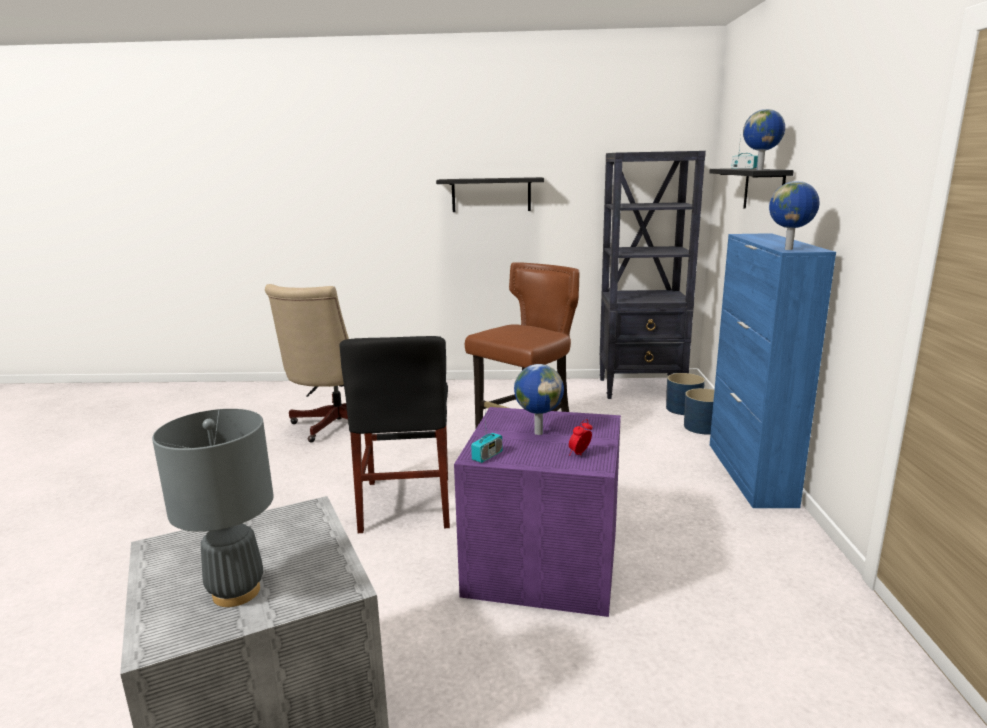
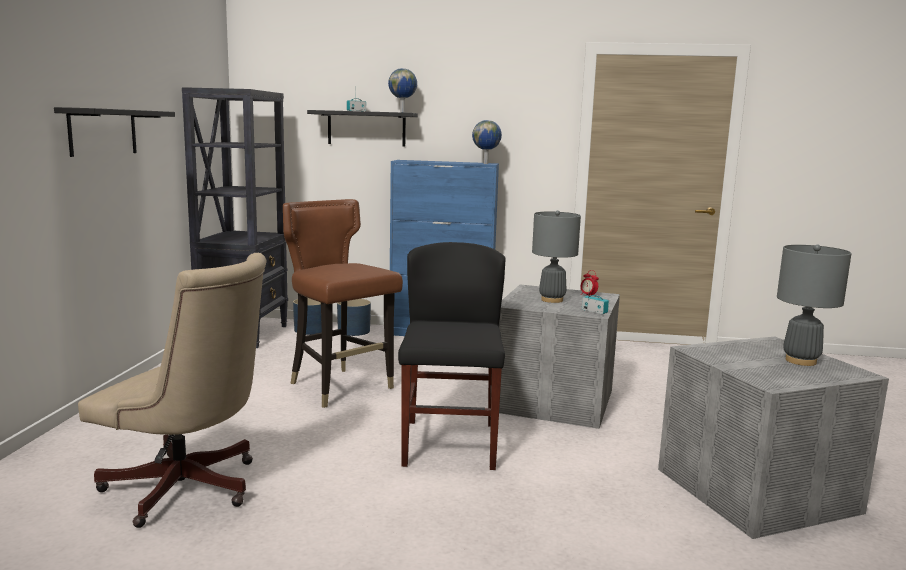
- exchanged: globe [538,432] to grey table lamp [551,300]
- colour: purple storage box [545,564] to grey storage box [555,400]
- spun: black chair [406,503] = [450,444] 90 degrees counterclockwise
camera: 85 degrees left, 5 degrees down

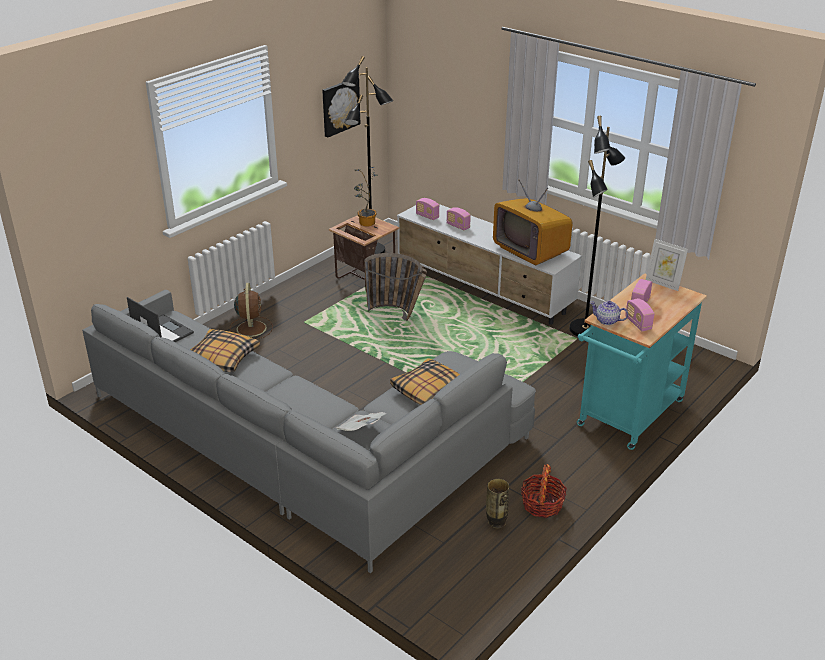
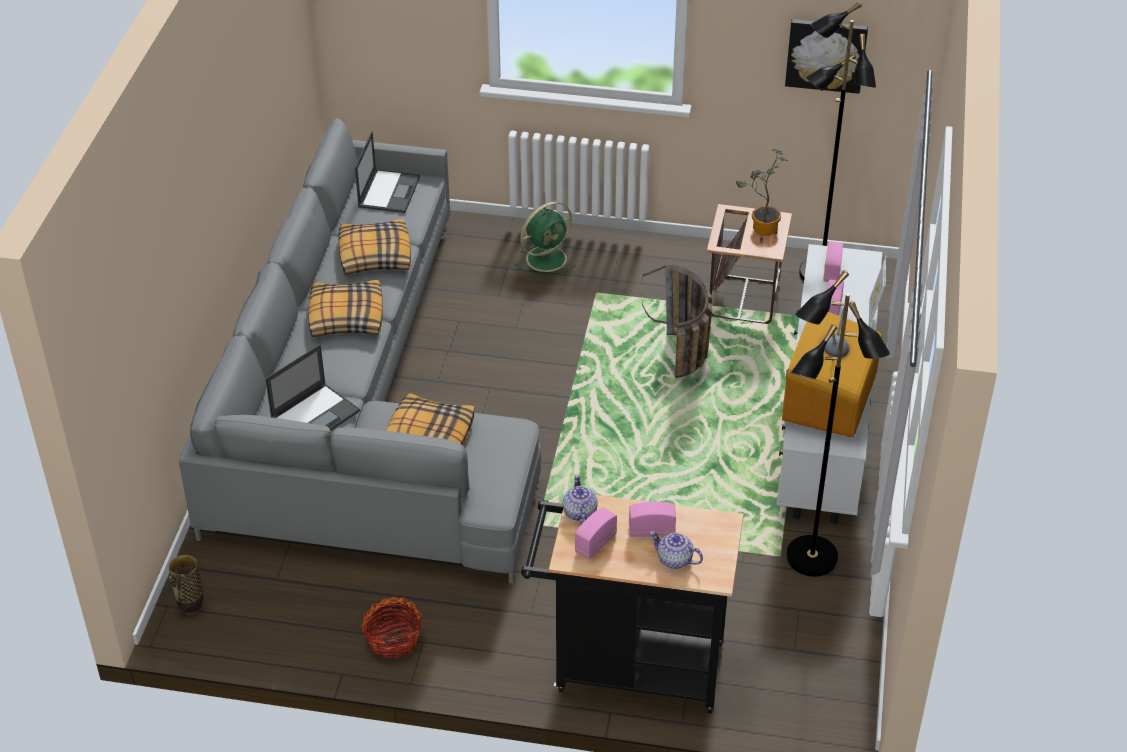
- appeared: pillow [345,317]
- appeared: teapot [675,560]
- relocated: vase [496,522] to [191,606]
- relocated: picture frame [663,284] to [874,314]
- exchanged: newspaper [361,431] to laptop [316,414]
- colour: brown fan [251,328] to green fan [548,258]
- colour: turquoise cart [627,417] to black cart [628,666]
camera: 60 degrees right, 10 degrees up

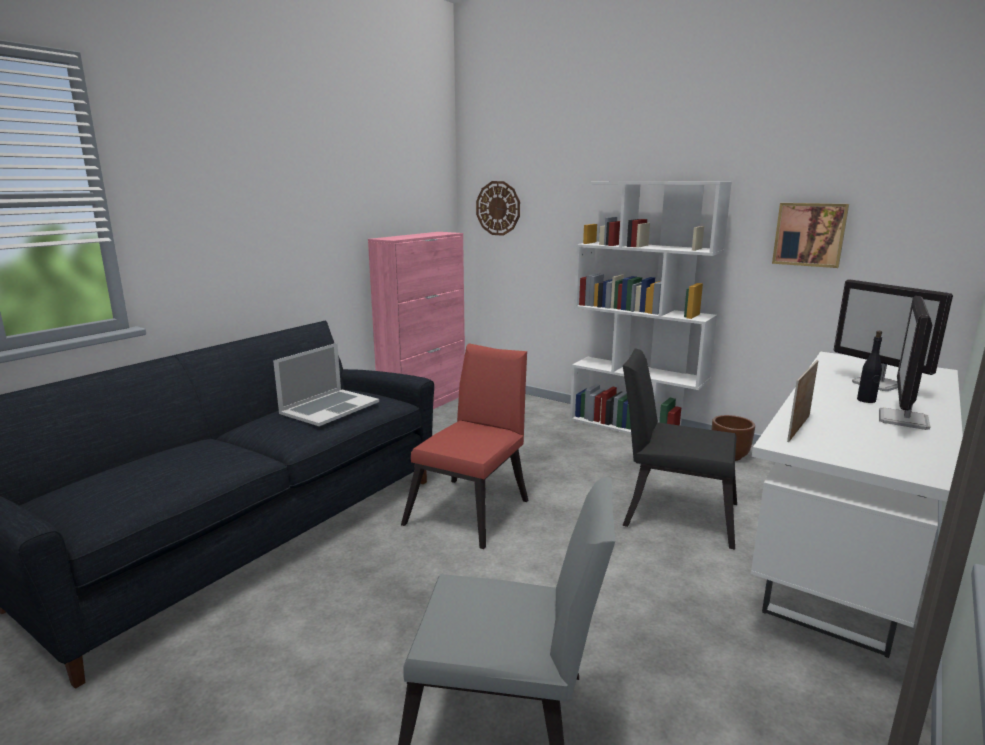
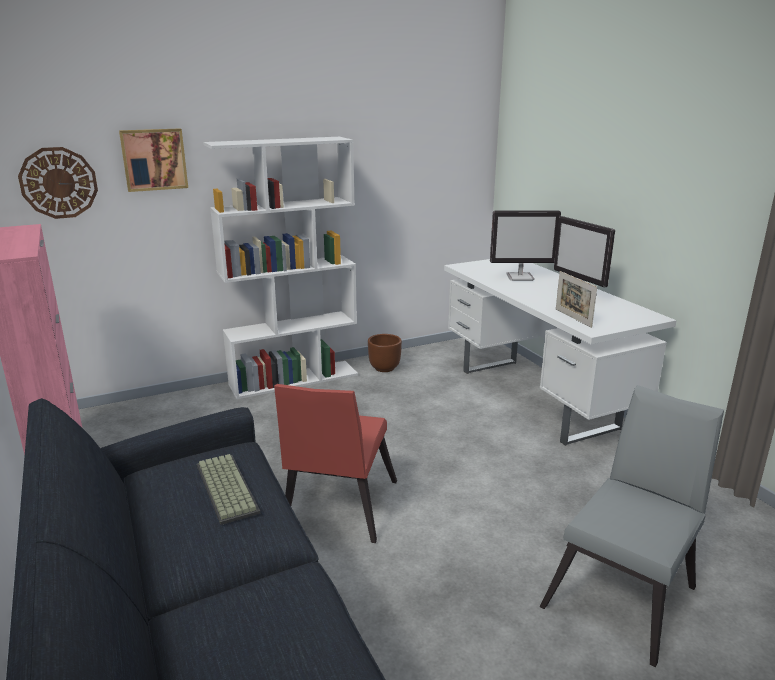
- missing: black chair [672,512]
- missing: black bottle [866,400]
- relocated: picture [809,234] to [154,159]
- exchanged: laptop [329,407] to keyboard [224,488]
- spun: red chair [473,508] = [337,510] 135 degrees counterclockwise
camera: 60 degrees left, 5 degrees up

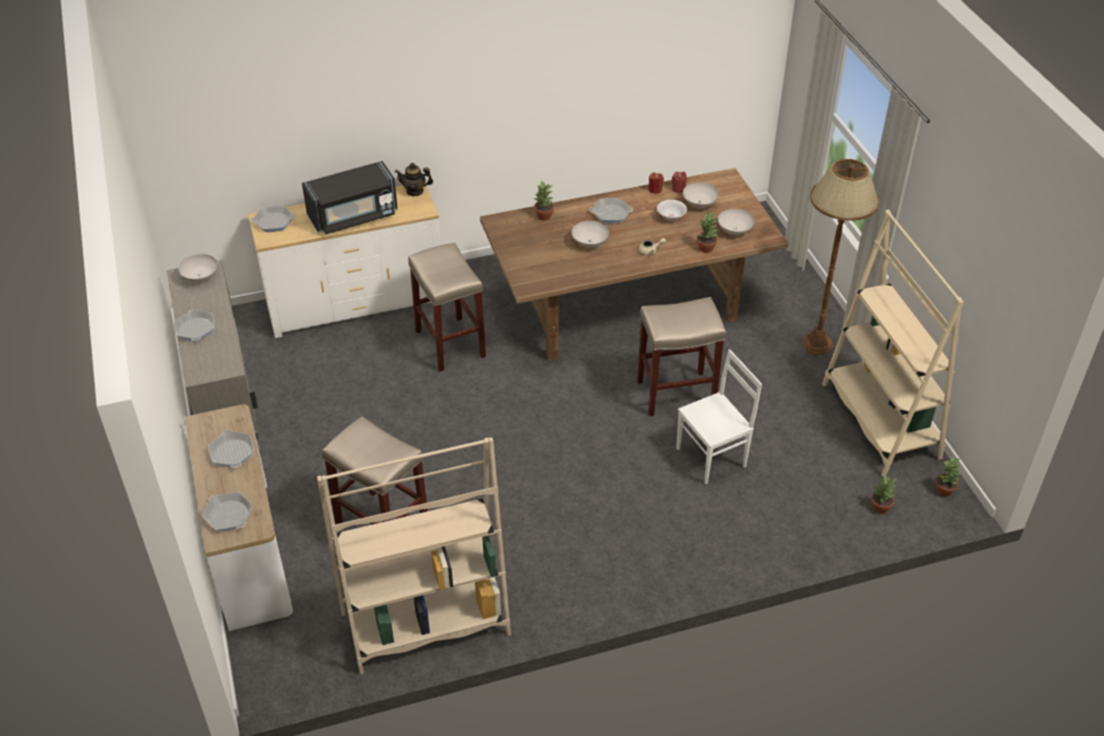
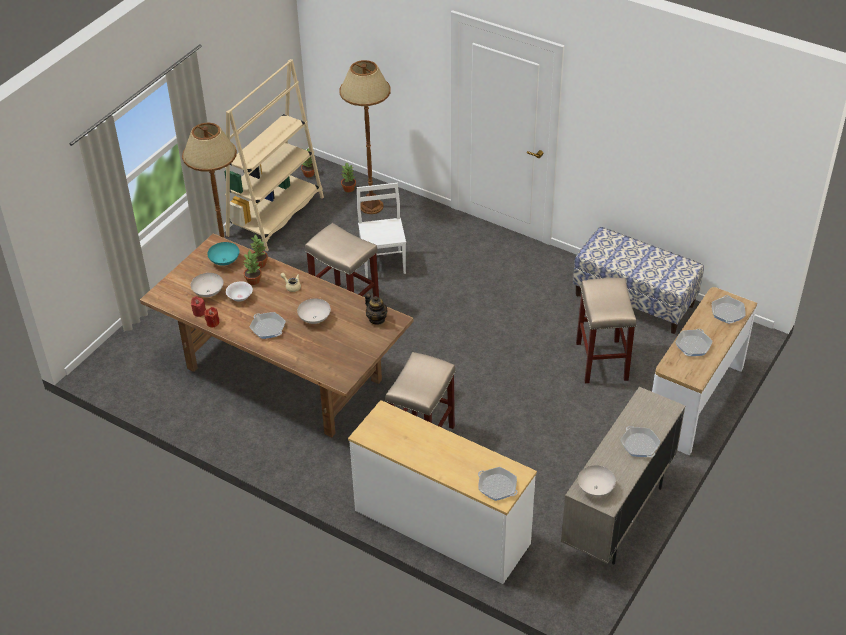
- missing: black microwave [353,216]
- appeared: brown floor lamp [371,206]
- relocated: teapot [415,191] to [377,319]
- relocated: potted plant [544,216] to [253,280]
- exchanged: beige bookcase [425,623] to bench [634,300]
- colour: white bowl [734,230] to turquoise bowl [224,261]
- spun: frying pan [195,329] = [639,445] 120 degrees clockwise
- spun: white chair [712,458] = [384,263] 60 degrees clockwise
camera: 130 degrees left, 0 degrees up

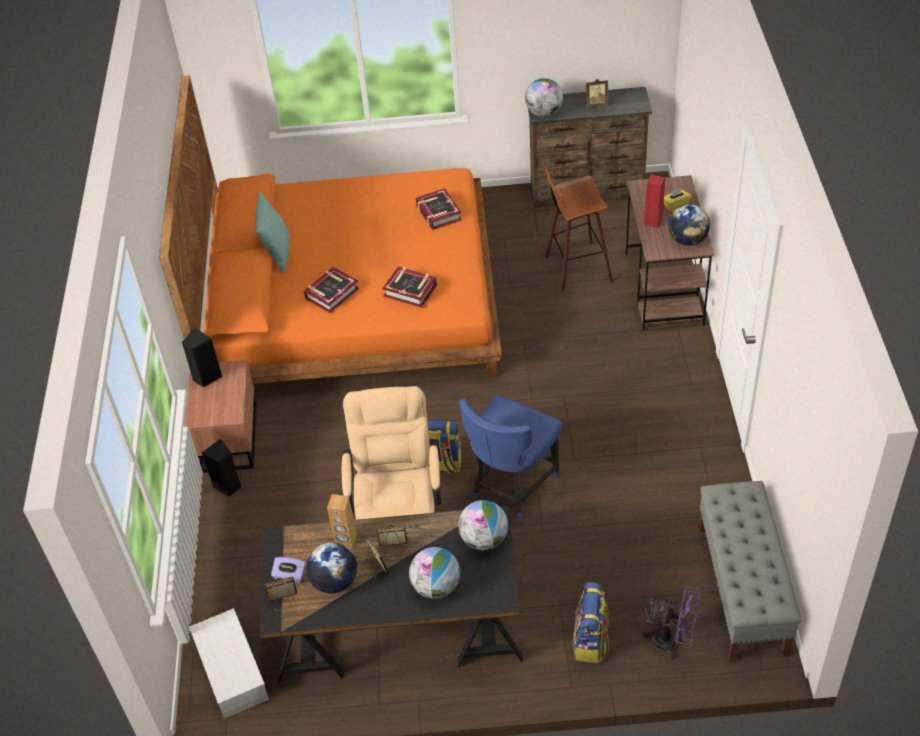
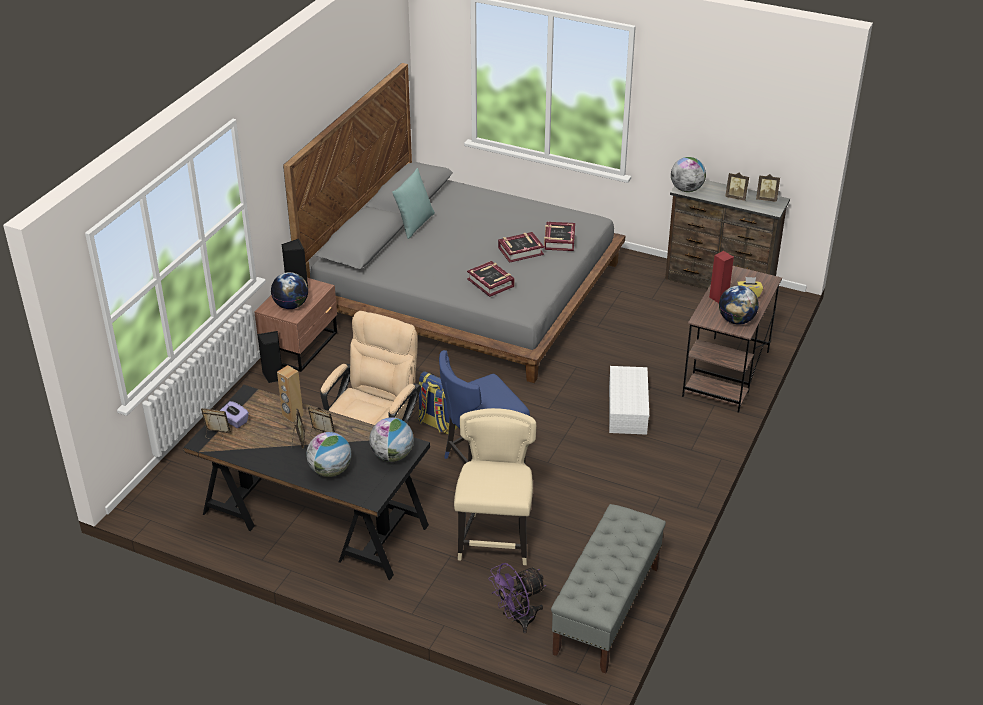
- missing: stool [575,268]
- missing: backpack [591,642]
- appeared: beige chair [495,538]
- appeared: picture frame [766,199]
- relocated: white storage box [230,670] to [626,408]
- relocated: book [331,293] to [520,251]
- relocated: globe [335,581] to [291,305]
- colour: orange bed [351,299] to grey bed [466,289]
- spun: purple fan [671,641] = [518,619] 105 degrees clockwise
camera: 25 degrees right, 10 degrees down

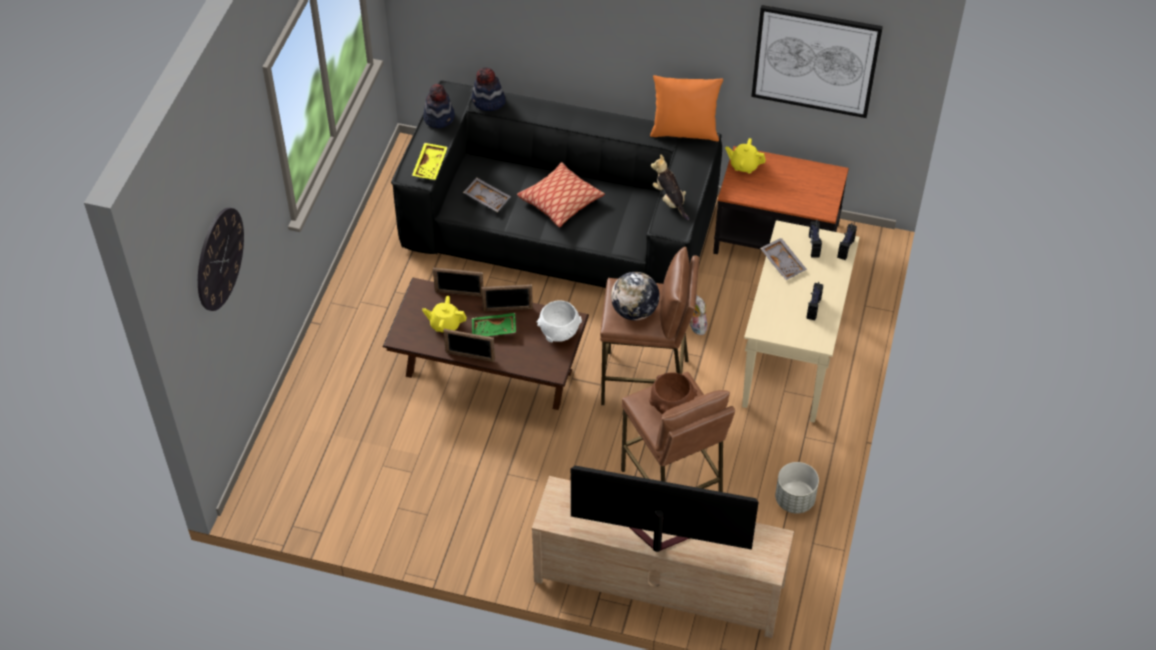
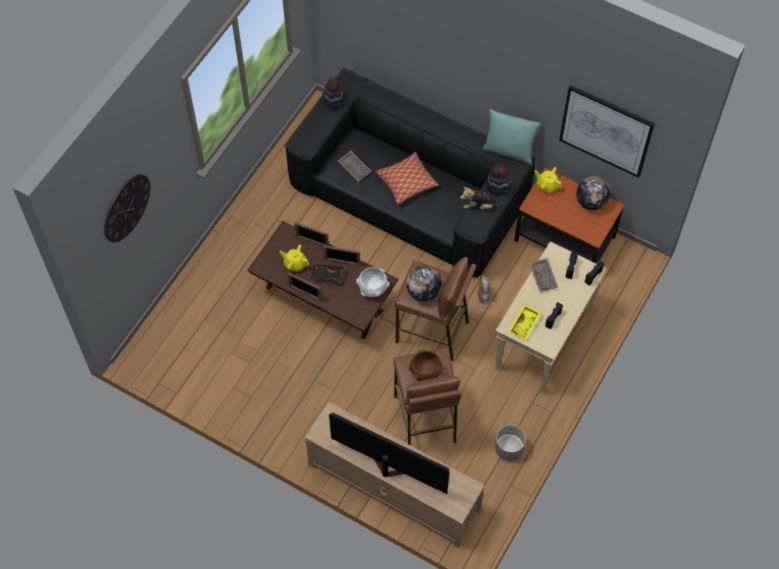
- appeared: globe [591,202]
- relocated: yellow tray [431,165] to [525,324]
- relocated: hat [488,101] to [498,186]
- colour: green tray [494,330] to black tray [327,276]
- colour: orange pillow [684,132] to turquoise pillow [509,150]
- spun: plush toy [670,200] = [479,206] 75 degrees counterclockwise
camera: 15 degrees right, 10 degrees up

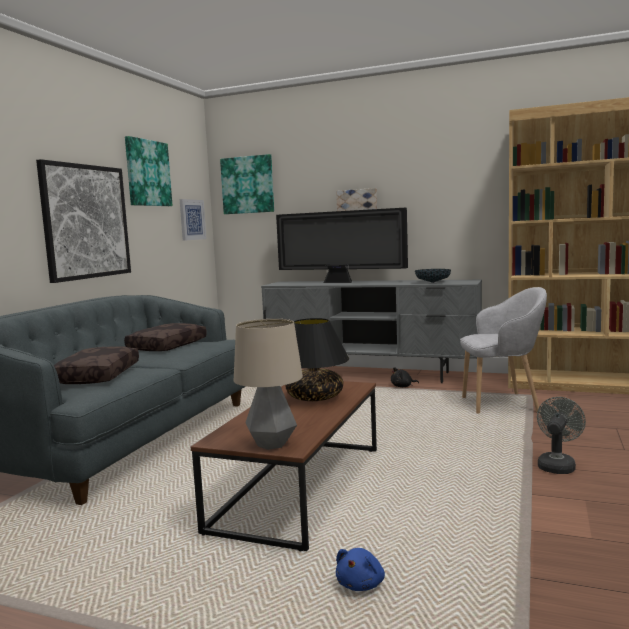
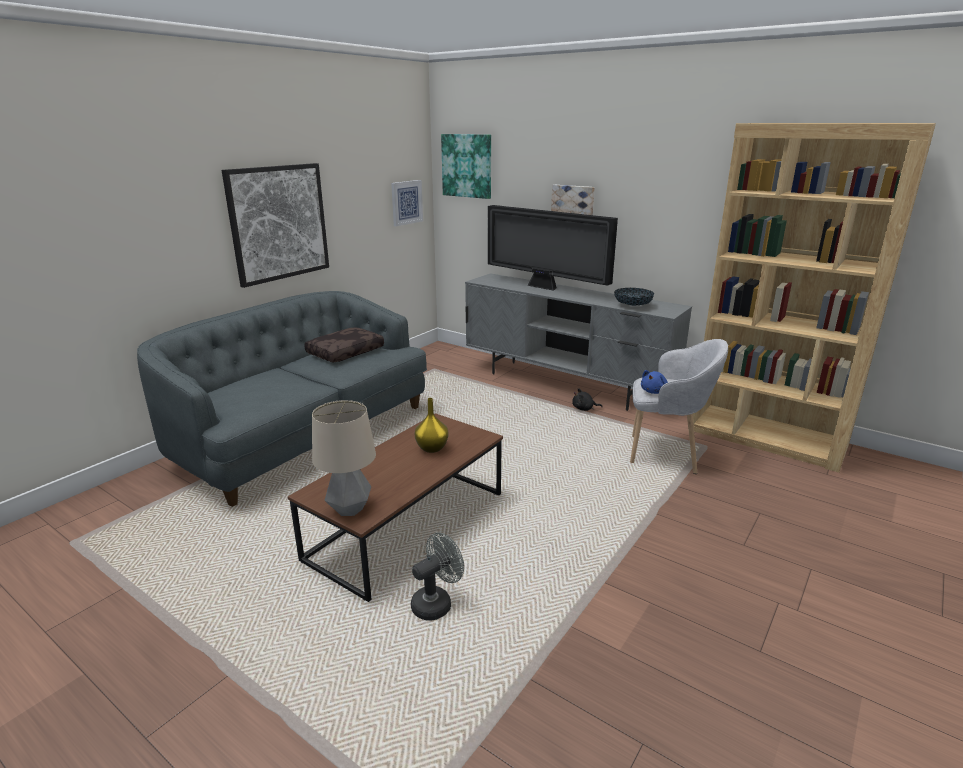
- missing: brown pillow [96,376]
- missing: picture [147,173]
- relocated: blue plush toy [361,584] to [654,392]
- relocated: grey fan [557,465] to [436,603]
- exchanged: black table lamp [315,398] to yellow vase [432,448]
camera: 15 degrees right, 15 degrees up

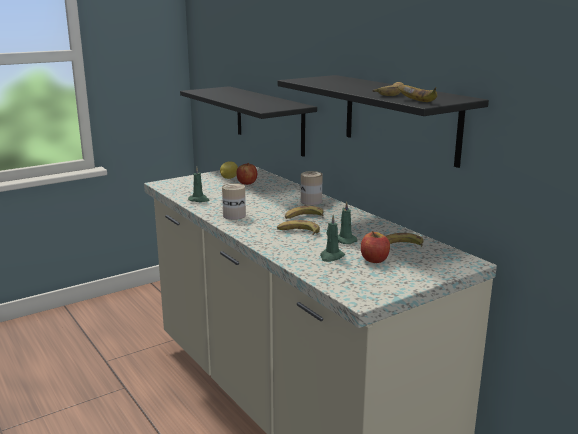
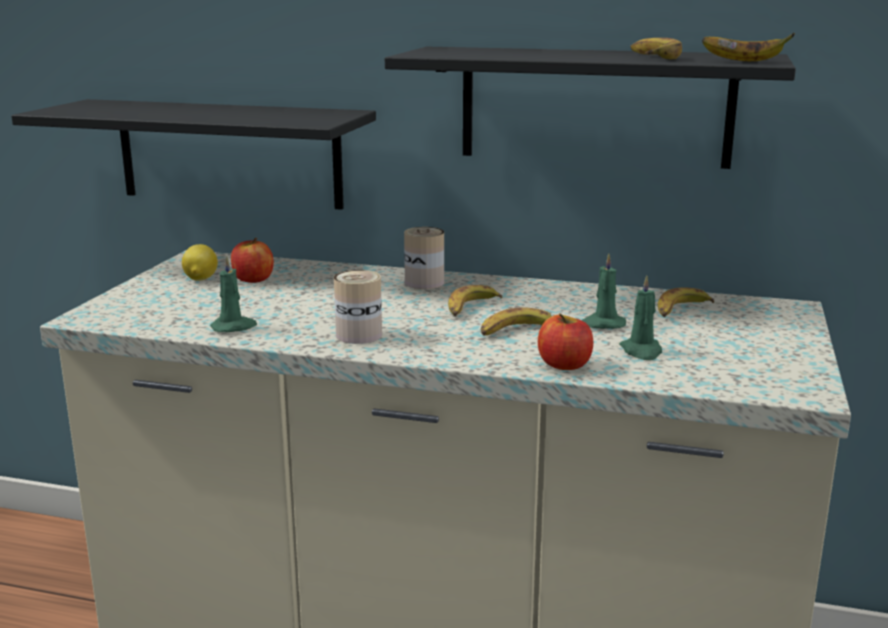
- relocated: apple [374,260] to [564,365]
camera: 40 degrees left, 0 degrees up

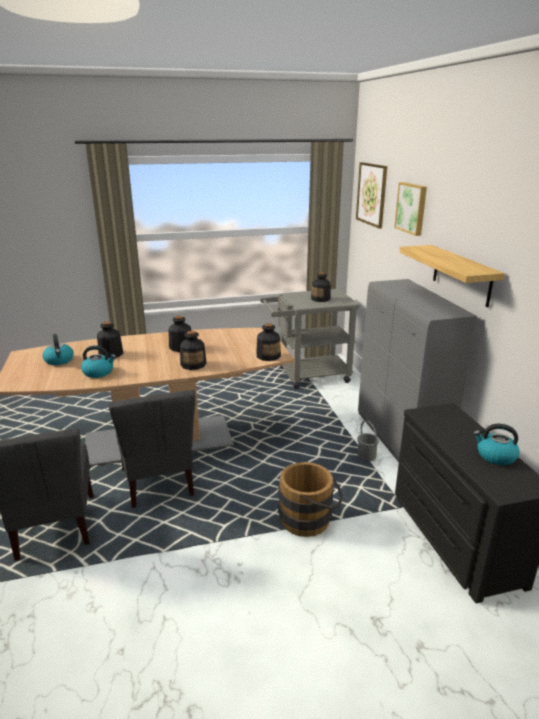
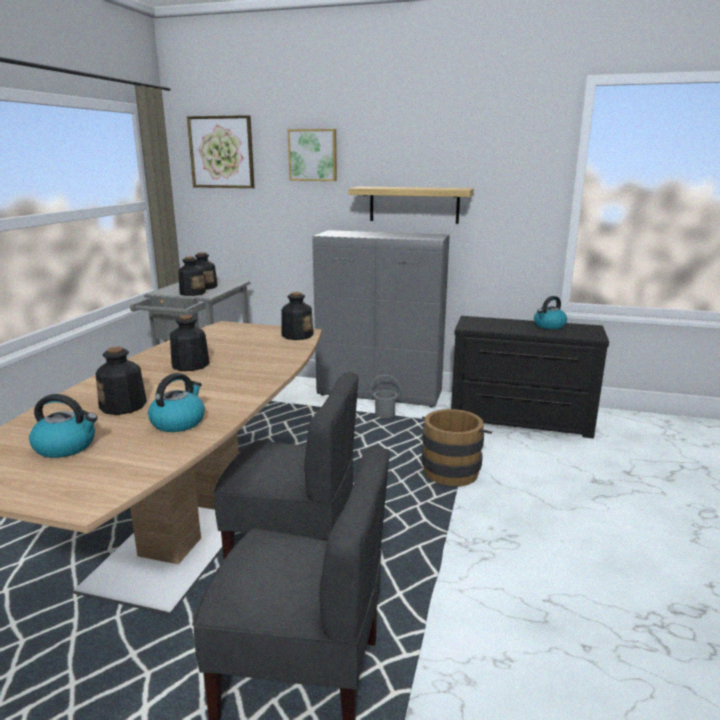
- relocated: bottle [193,364] to [192,293]
camera: 60 degrees left, 5 degrees down

